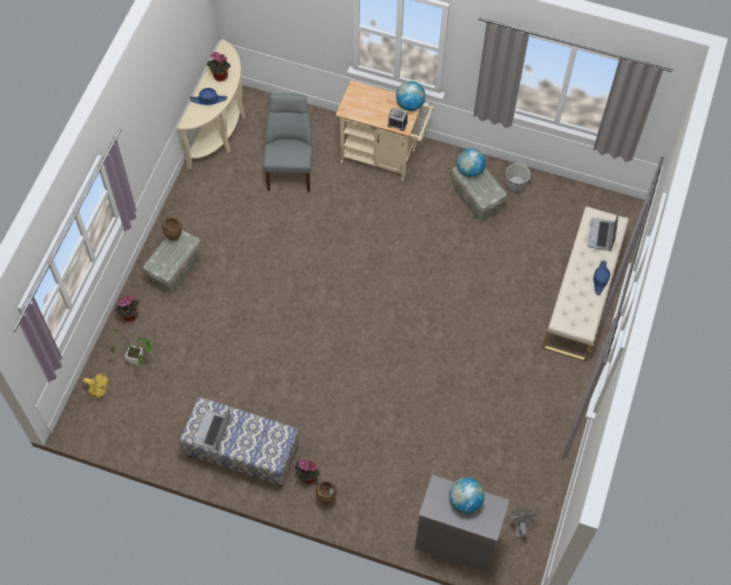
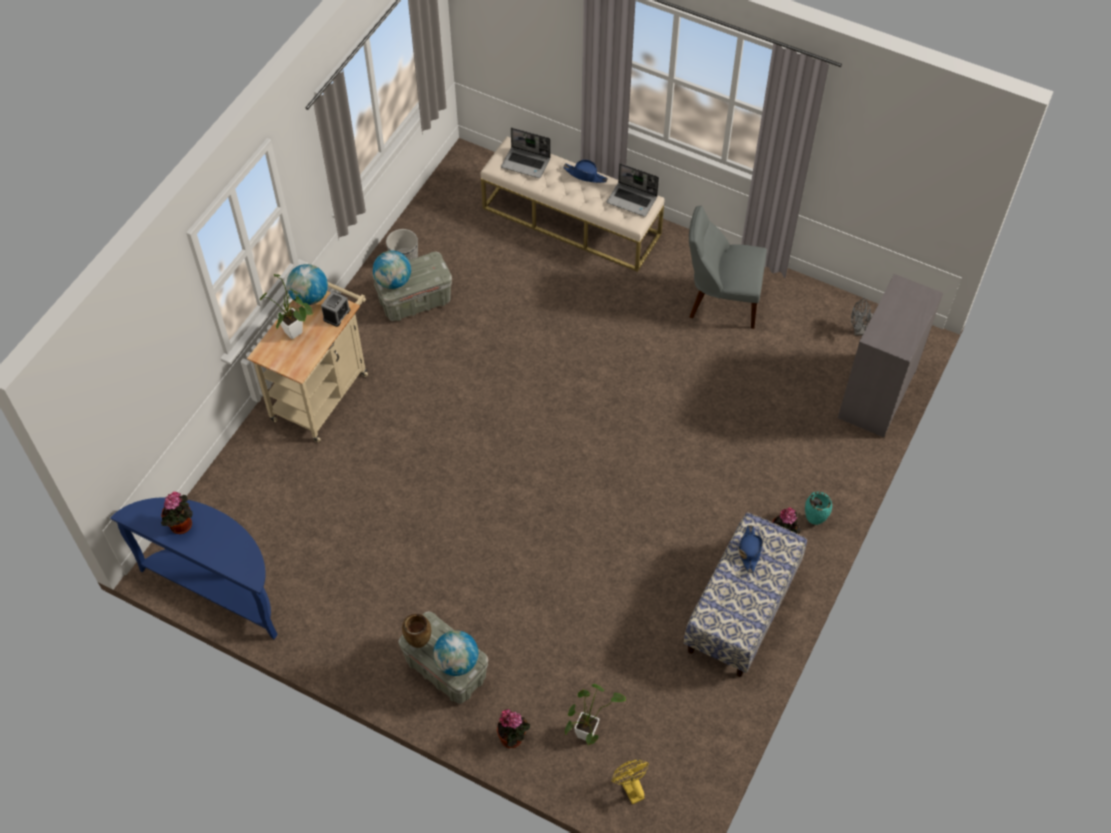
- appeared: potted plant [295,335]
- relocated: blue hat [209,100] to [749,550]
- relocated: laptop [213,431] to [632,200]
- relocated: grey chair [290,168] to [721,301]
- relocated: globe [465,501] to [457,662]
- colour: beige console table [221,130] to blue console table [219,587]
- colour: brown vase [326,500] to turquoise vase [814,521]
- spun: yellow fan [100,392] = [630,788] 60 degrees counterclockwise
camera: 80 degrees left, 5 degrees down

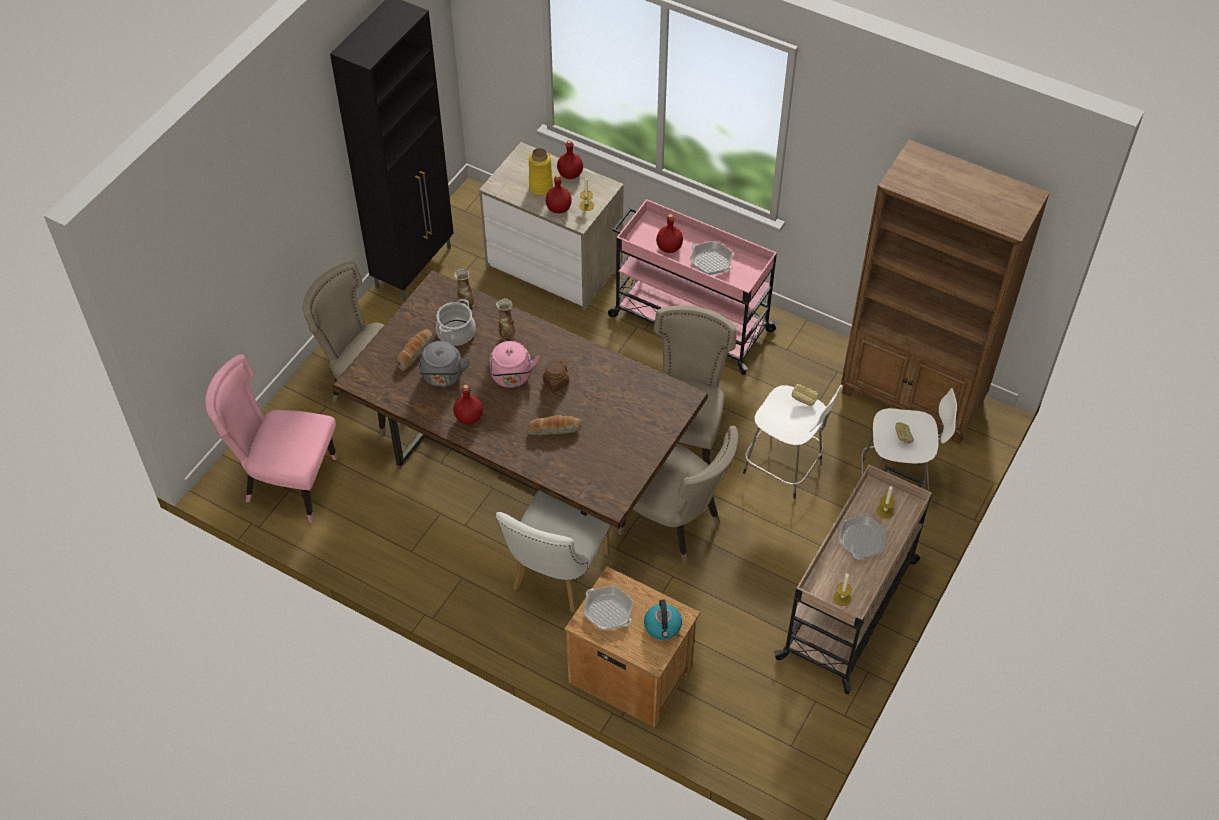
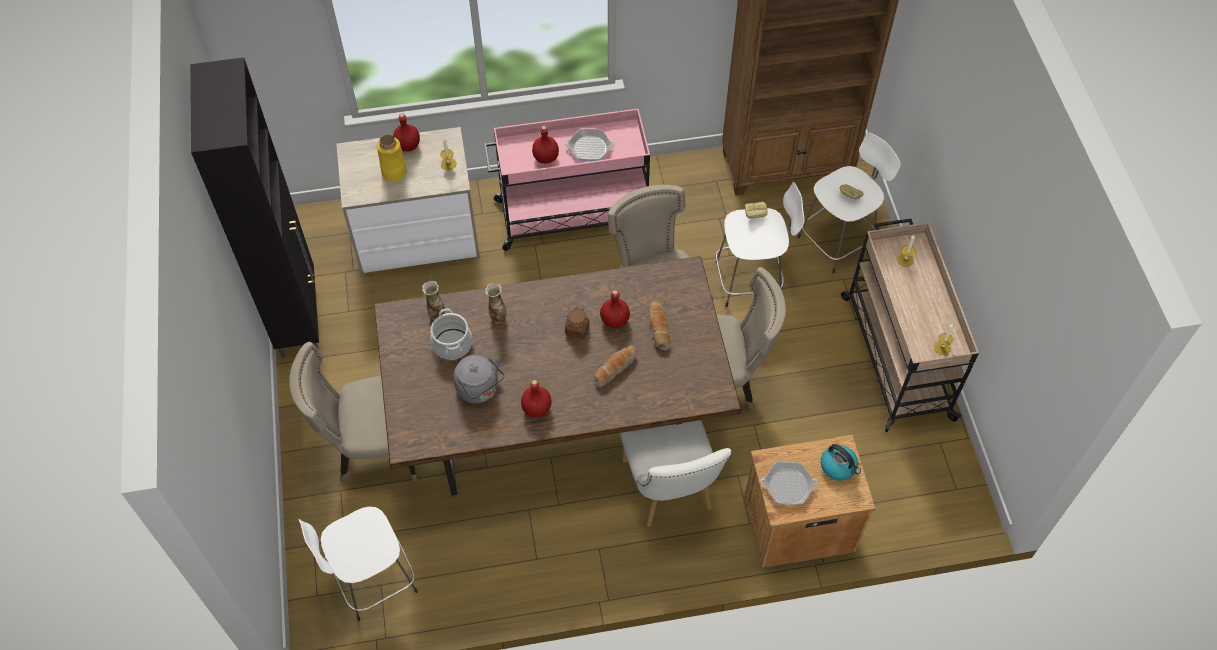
- missing: pink kettle [512,377]
- missing: frying pan [861,540]
- relocated: bread [414,352] to [658,328]
- relocated: red bottle [559,208] to [614,320]
- exchanged: pink chair [287,482] to white stool [372,581]
camera: 40 degrees left, 5 degrees up

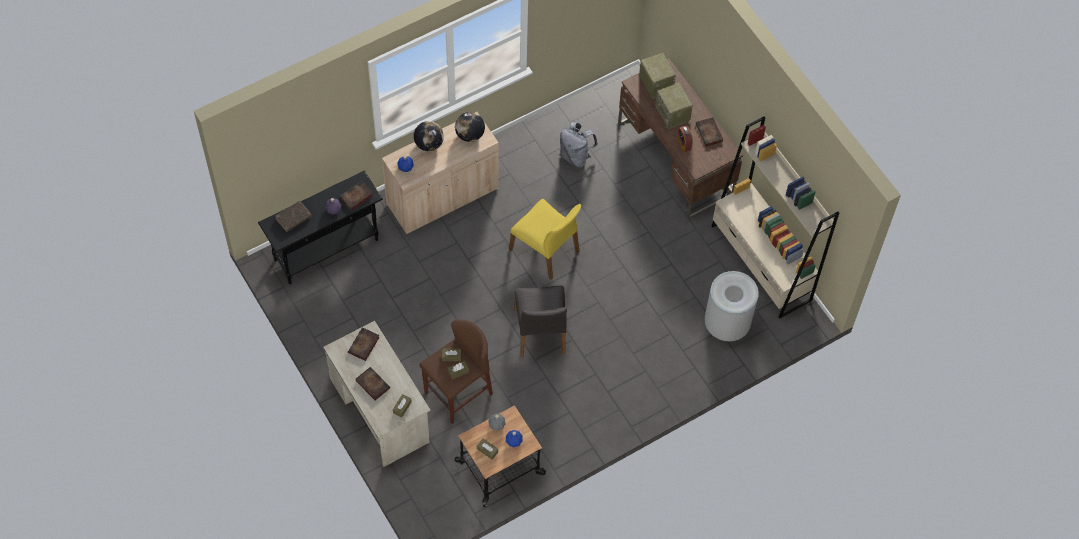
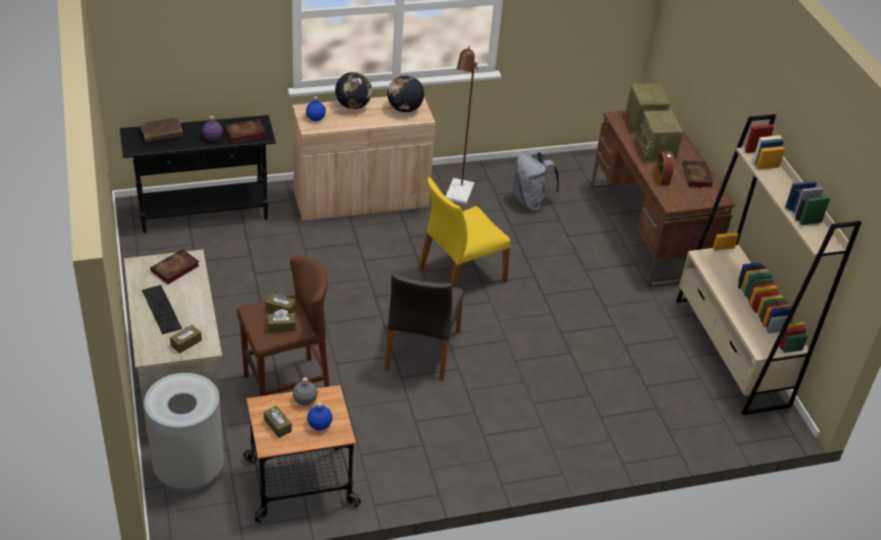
- appeared: brown floor lamp [458,196]
- relocated: grey trash can [726,324] to [189,469]
- exchanged: book [372,384] to keyboard [161,309]
- spun: yellow chair [545,250] = [461,275] 90 degrees clockwise
camera: 15 degrees right, 20 degrees down

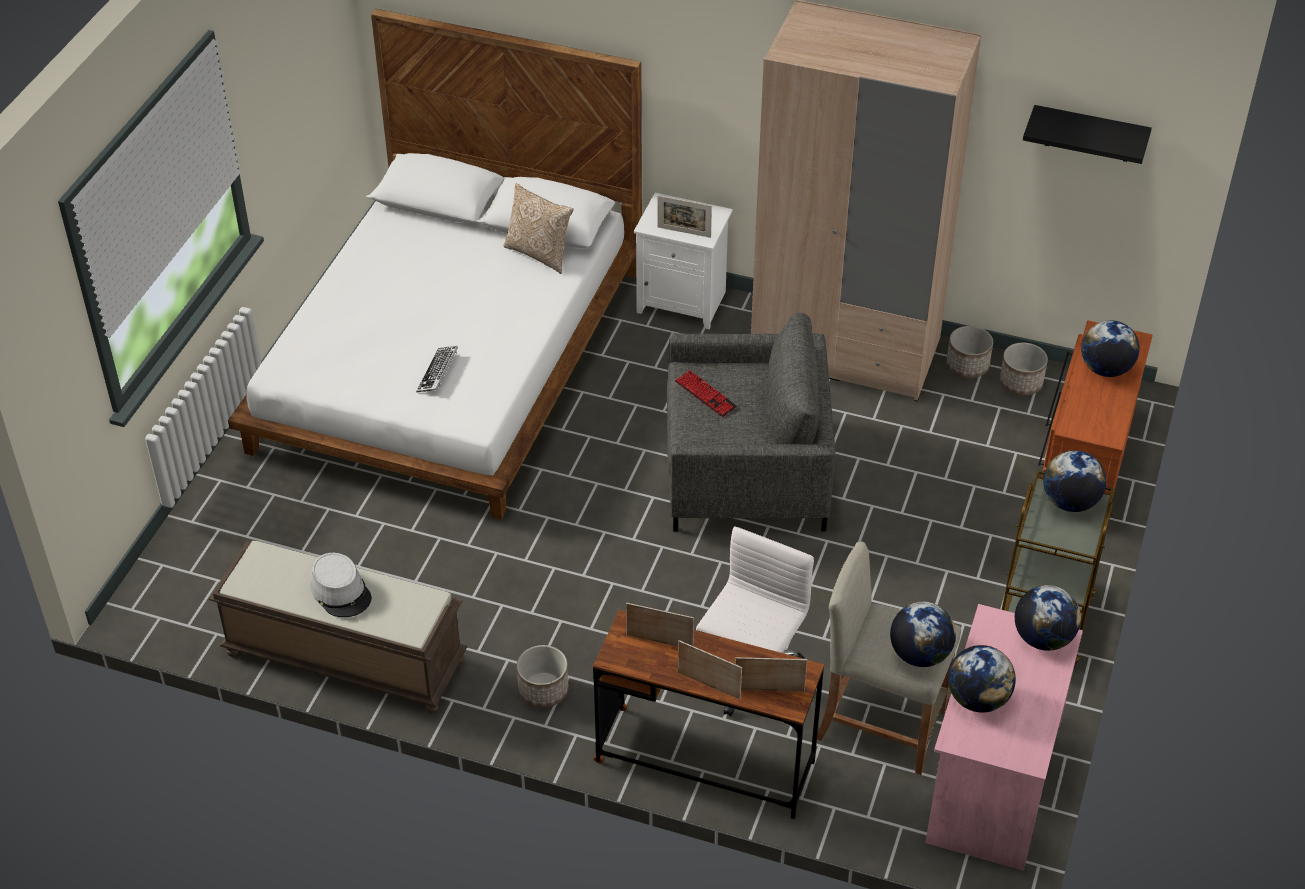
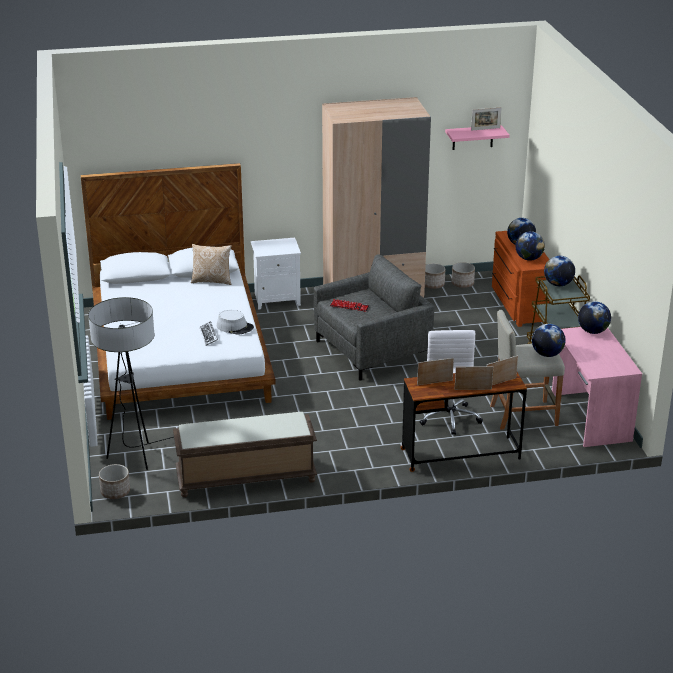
- appeared: floor lamp [137,459]
- relocated: grey hat [341,592] to [235,327]
- relocated: planter [544,690] to [115,492]
- relocated: picture frame [684,232] to [485,129]
- relocated: globe [978,699] to [529,258]
- colour: black shelf [1089,134] to pink shelf [472,137]
camera: 30 degrees left, 15 degrees down

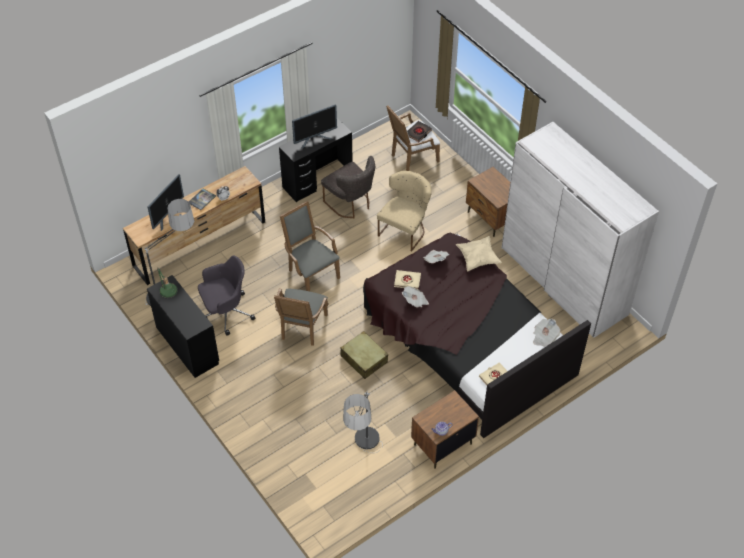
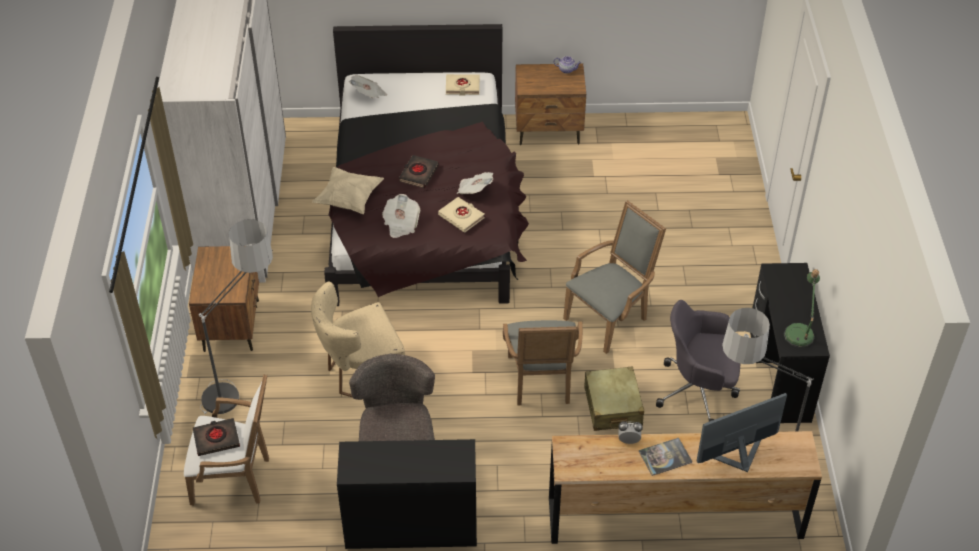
- missing: monitor [314,139]
- appeared: black book [418,174]
- relocated: beige suitcase [364,359] to [612,406]
- relocated: floor lamp [363,457] to [244,383]
camera: 145 degrees left, 5 degrees down

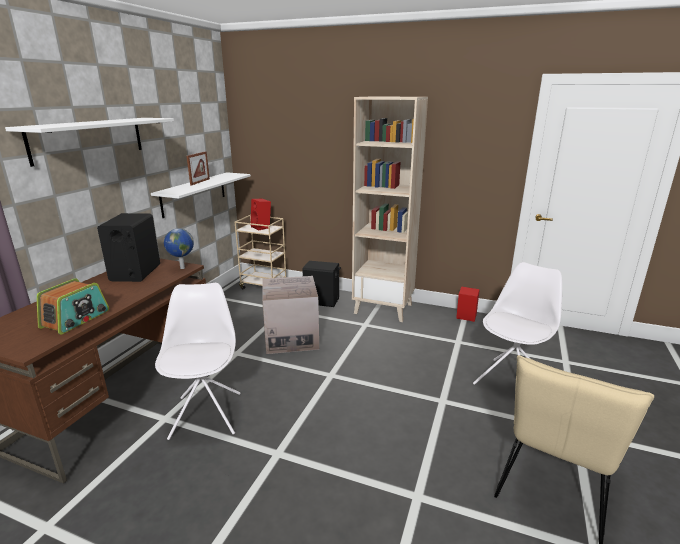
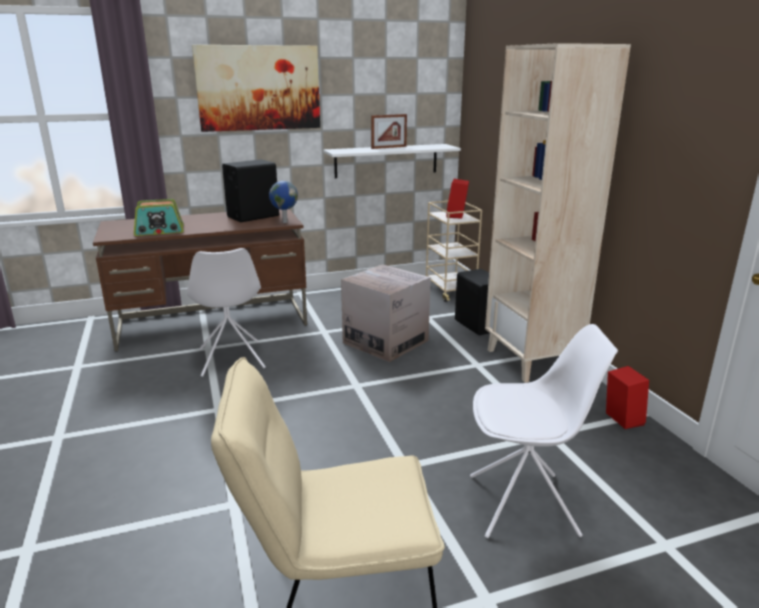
- exchanged: white shelf [89,139] to picture [259,88]
- spun: white chair [207,414] = [231,359] 120 degrees clockwise
camera: 50 degrees right, 0 degrees up

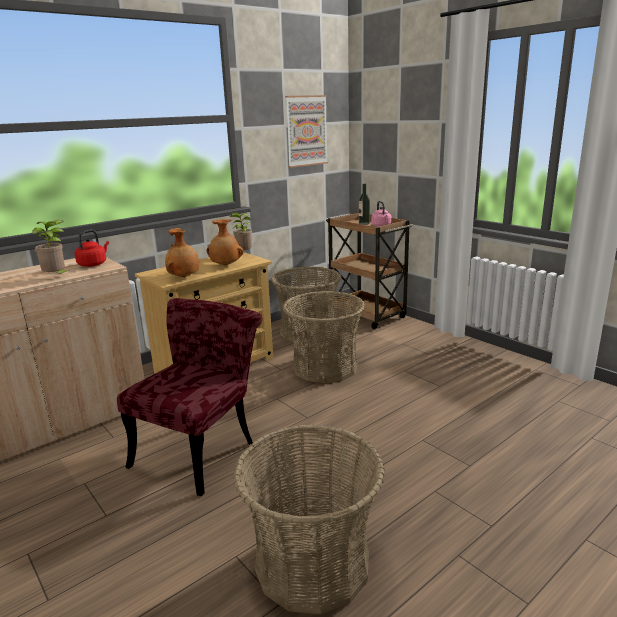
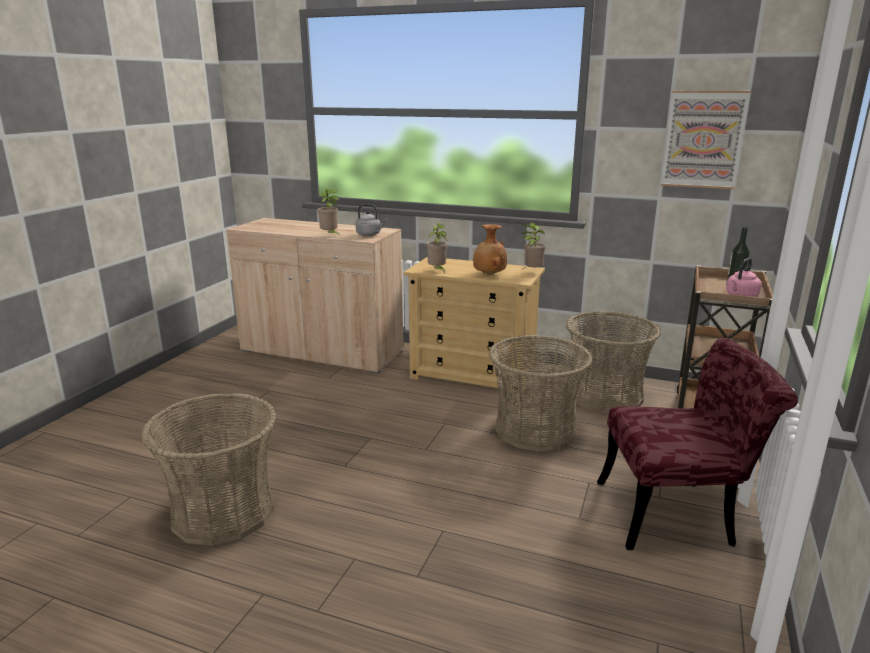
- relocated: red chair [201,448] to [678,513]
- exchanged: brown vase [184,277] to potted plant [437,271]
- colour: red kettle [93,264] to grey kettle [370,234]
camera: 60 degrees right, 0 degrees up

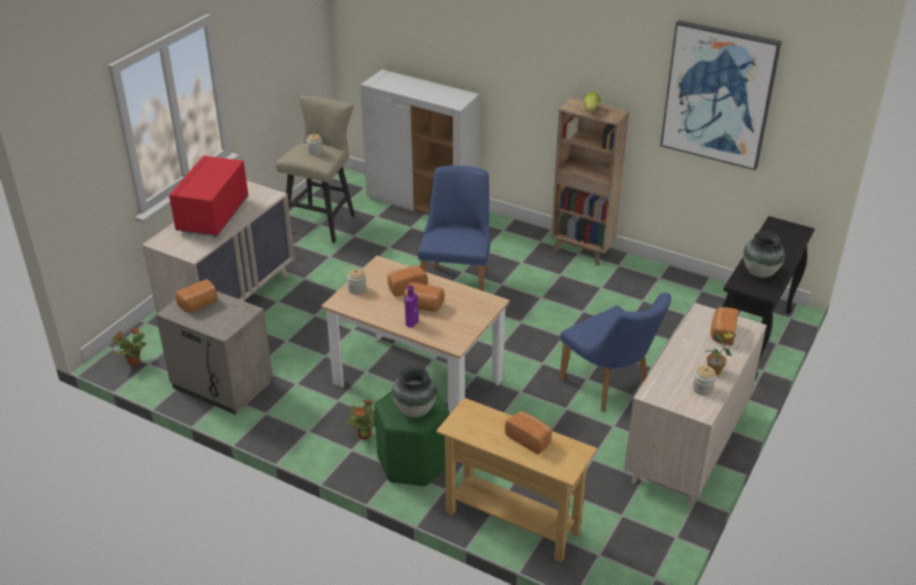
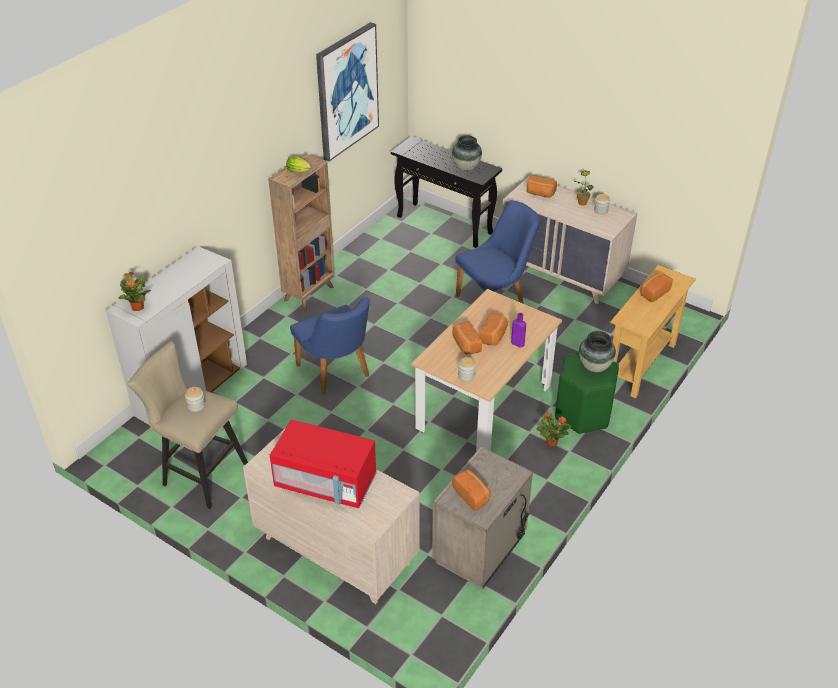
- relocated: potted plant [133,362] to [137,308]
- spun: blue chair [457,280] = [337,374] 135 degrees counterclockwise
camera: 85 degrees left, 5 degrees up

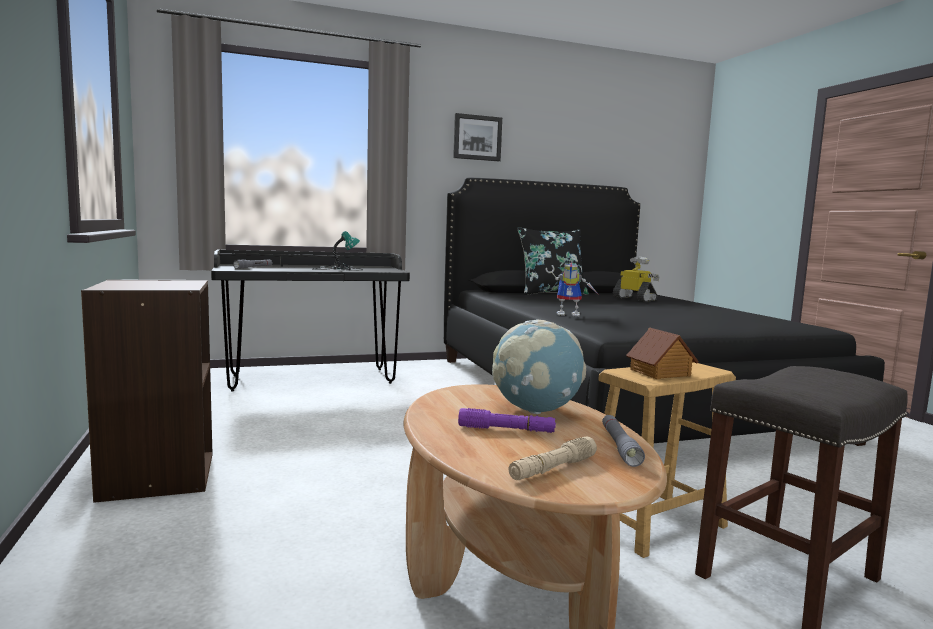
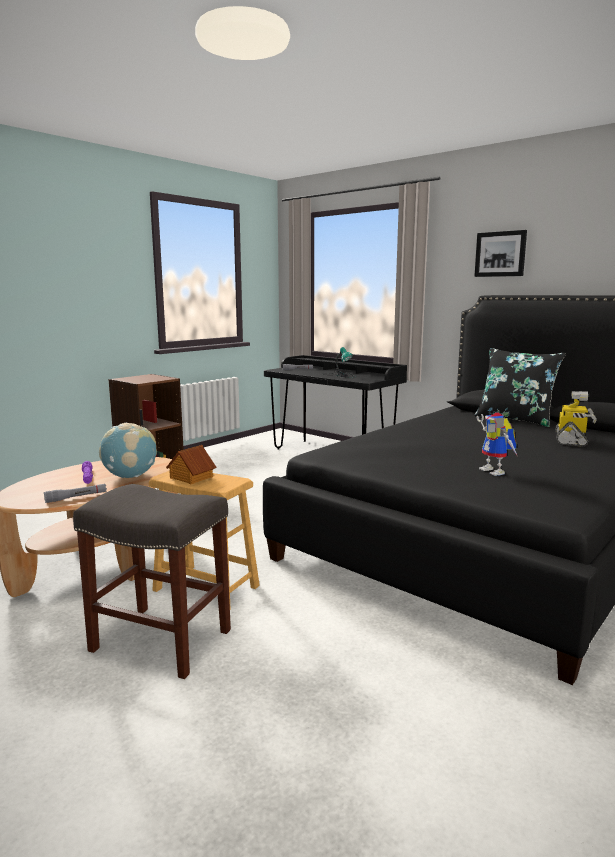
- missing: beige flashlight [553,468]
- relocated: toy robot [570,314] to [496,472]
camera: 60 degrees right, 5 degrees up

